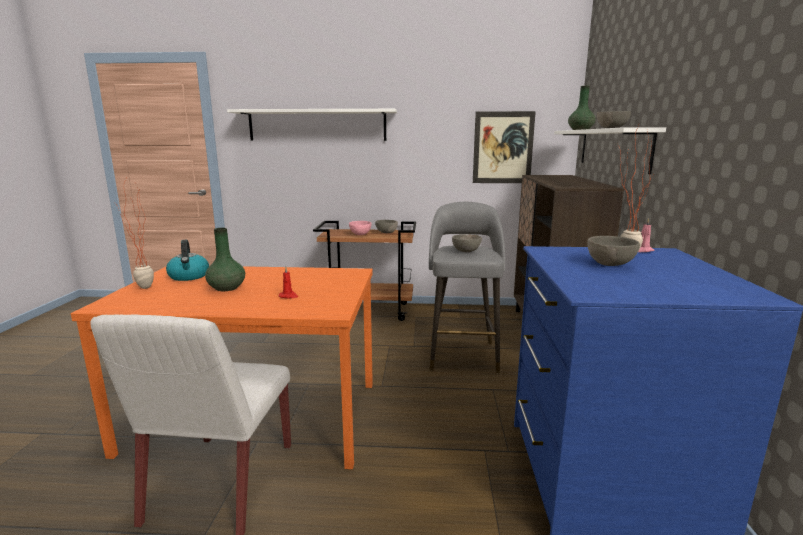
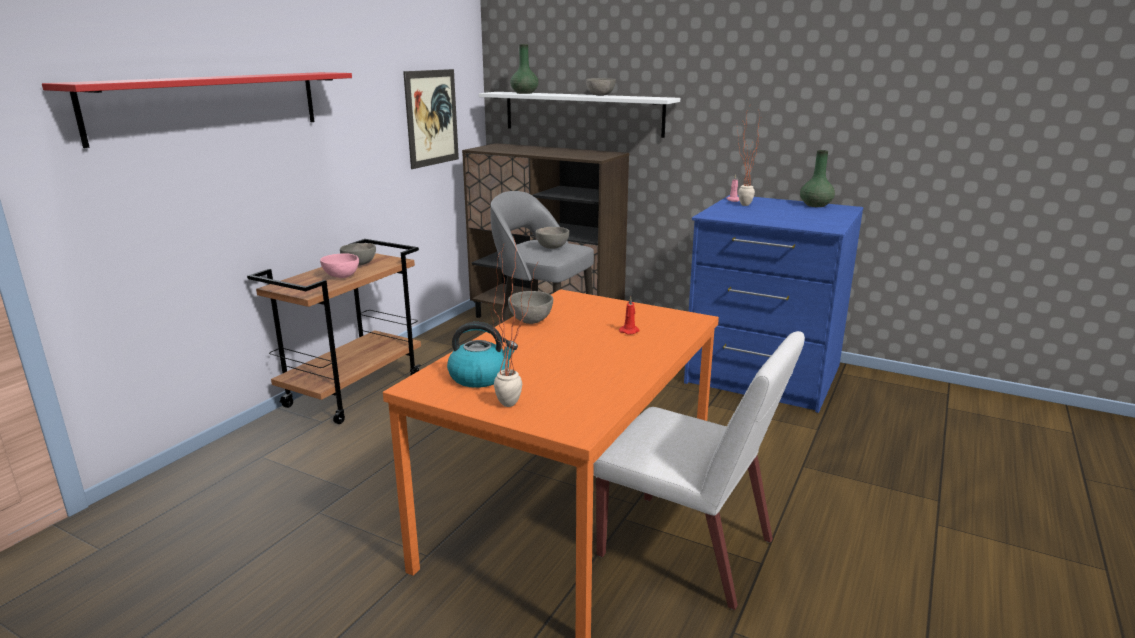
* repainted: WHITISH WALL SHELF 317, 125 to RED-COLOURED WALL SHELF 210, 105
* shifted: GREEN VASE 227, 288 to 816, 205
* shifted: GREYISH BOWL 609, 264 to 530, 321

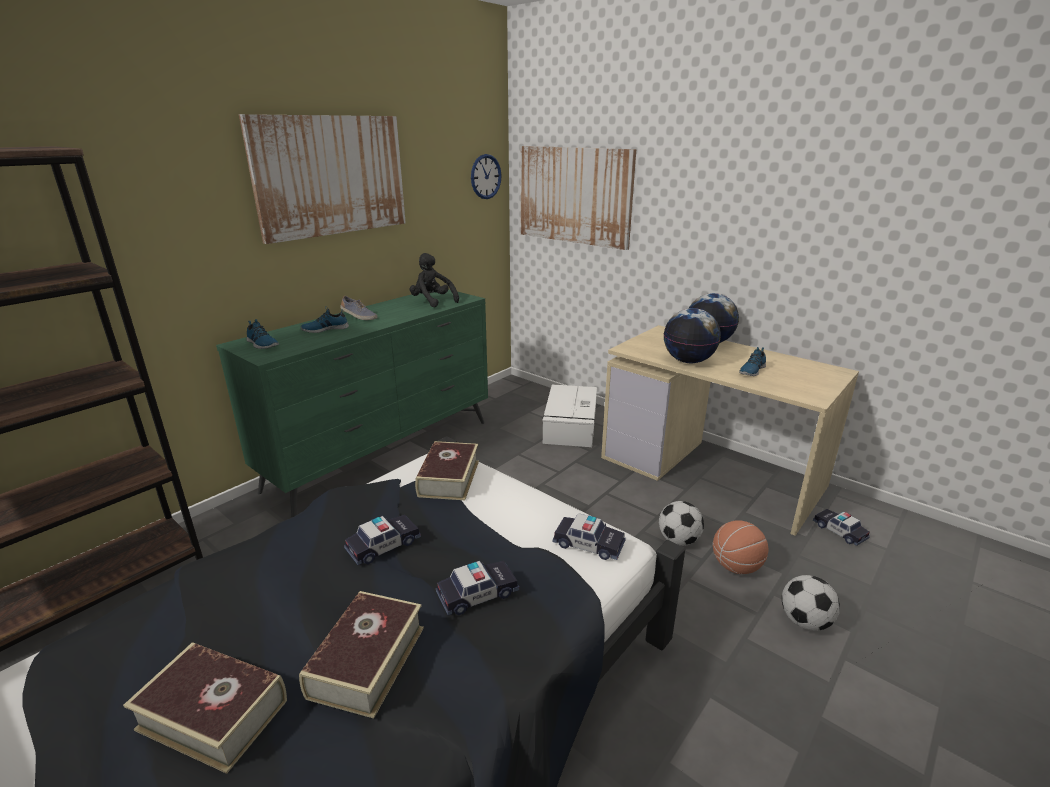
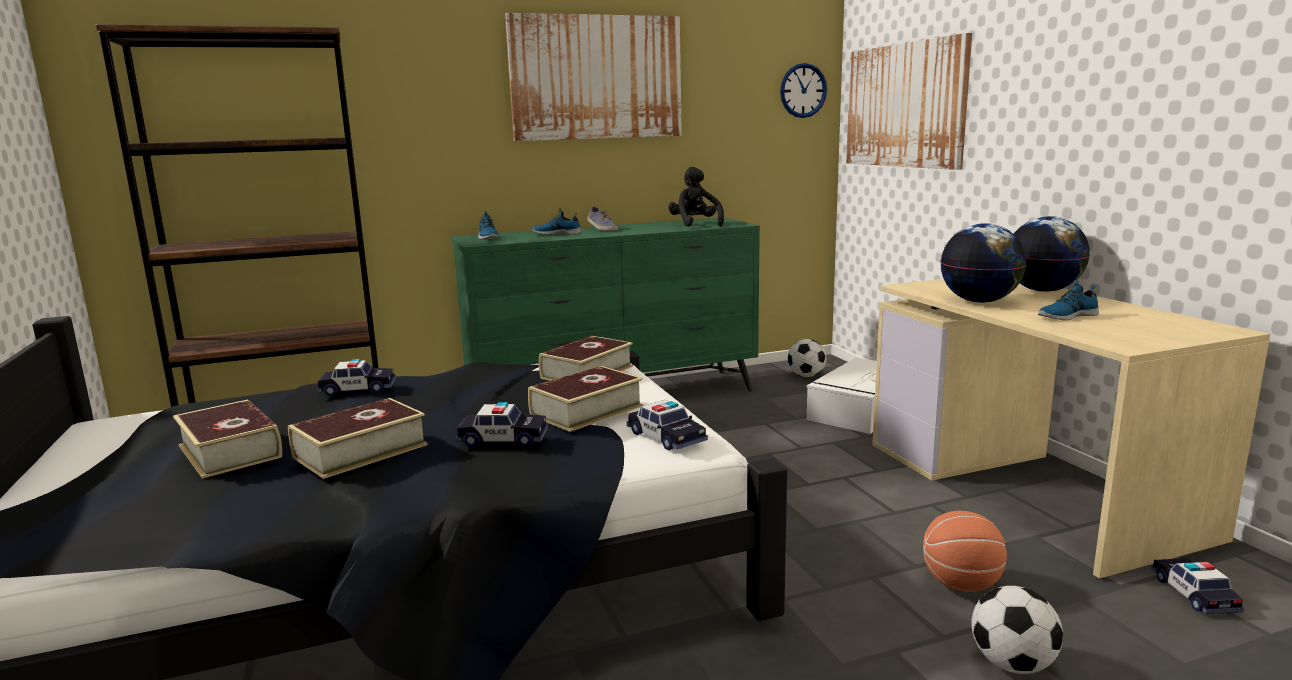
* shifted: BALL FOR FOOTBALL 678, 540 to 806, 376
* shifted: MINIATURE CAR 383, 545 to 358, 389
* new: BOOK 586, 410

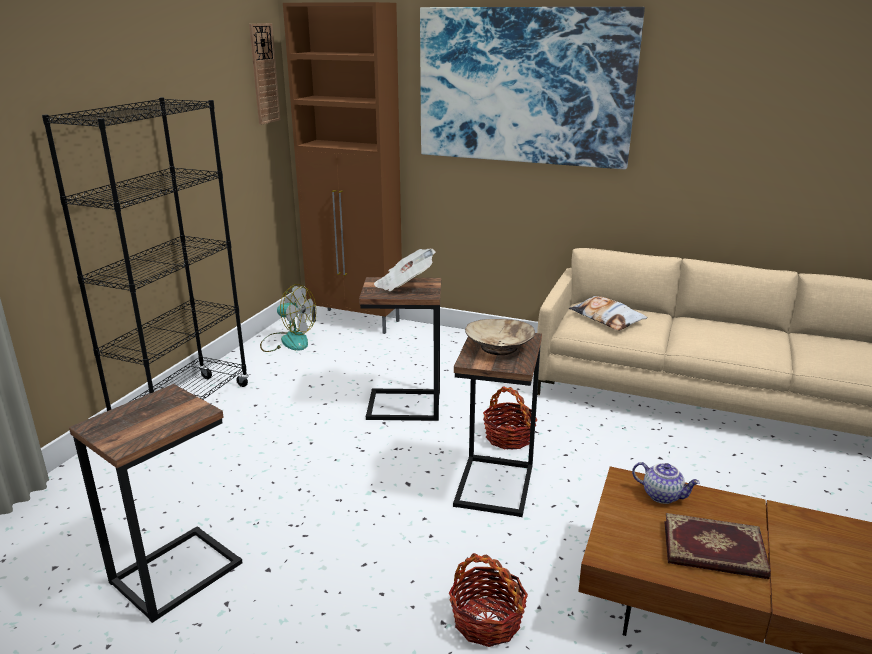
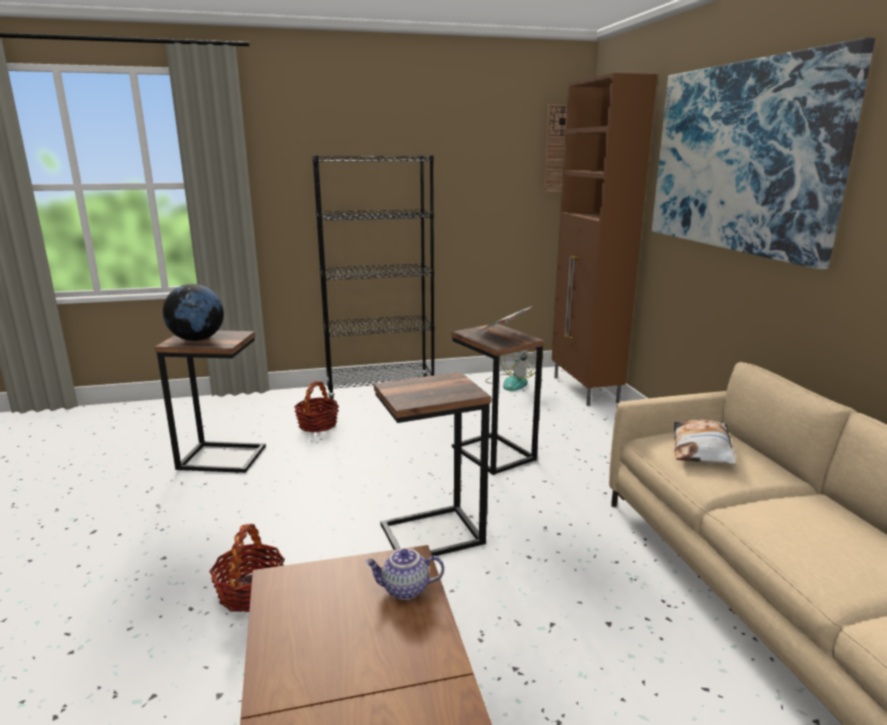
* gone: SAND-COLOURED BOWL 499, 347
* shifted: STORAGE BASKET 508, 437 to 317, 424
* rotated: TEAPOT 662, 495 = 405, 590 90 degrees clockwise
* gone: BOOK 713, 551
* new: WORLD GLOBE 197, 339

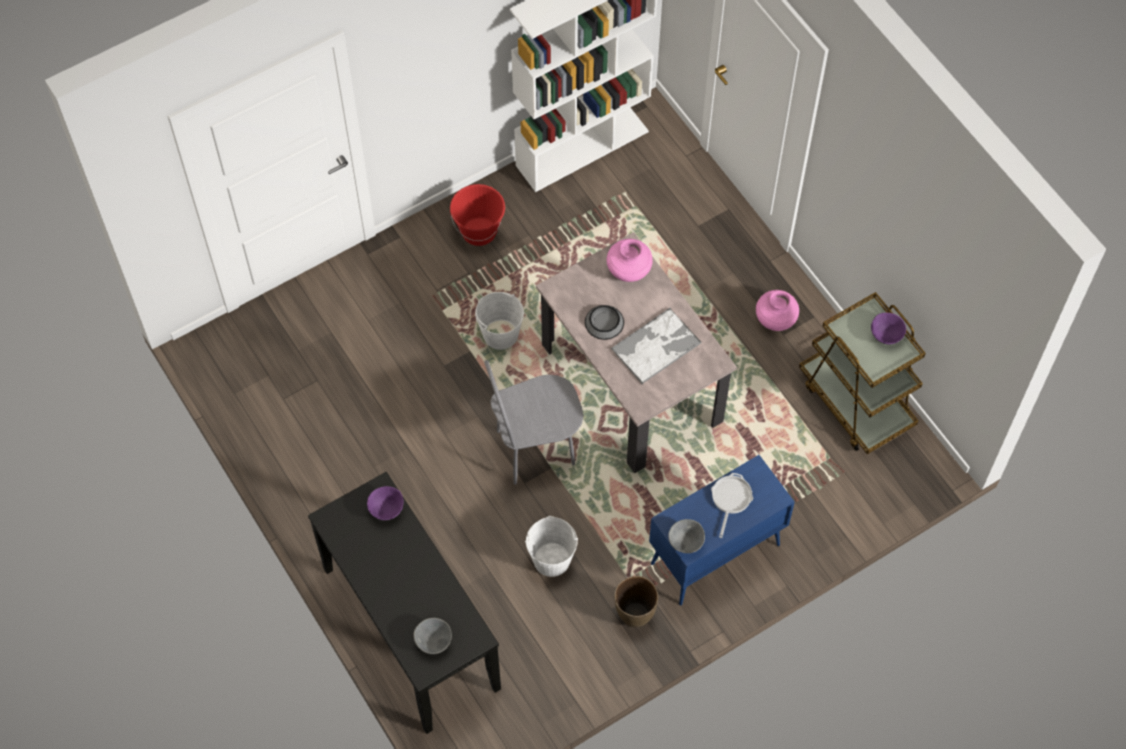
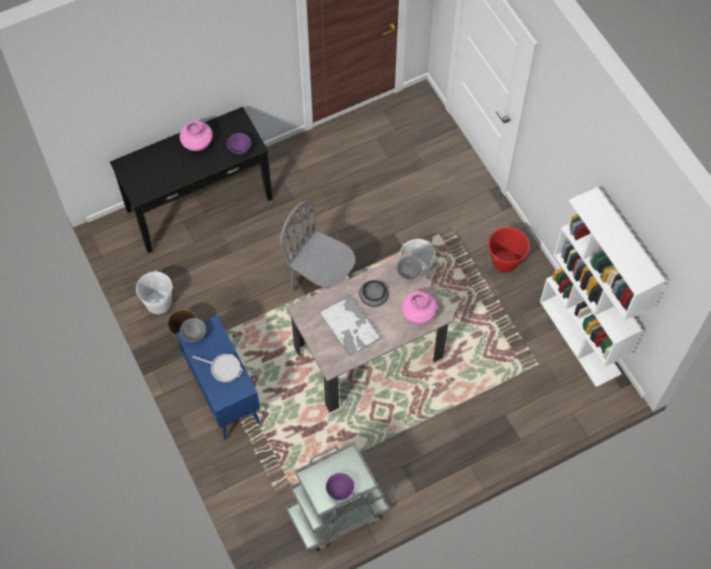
* shifted: PINK VASE 775, 319 to 197, 143
* repainted: BROWN-COLOURED TROLLEY 856, 402 to GREYISH TROLLEY 337, 513
* rotated: GREYISH UPRIGHT CHAIR 535, 448 = 321, 286 45 degrees counterclockwise
* shifted: WHITISH BUCKET 551, 559 to 158, 302
* shifted: GREYISH BOWL 433, 642 to 408, 273

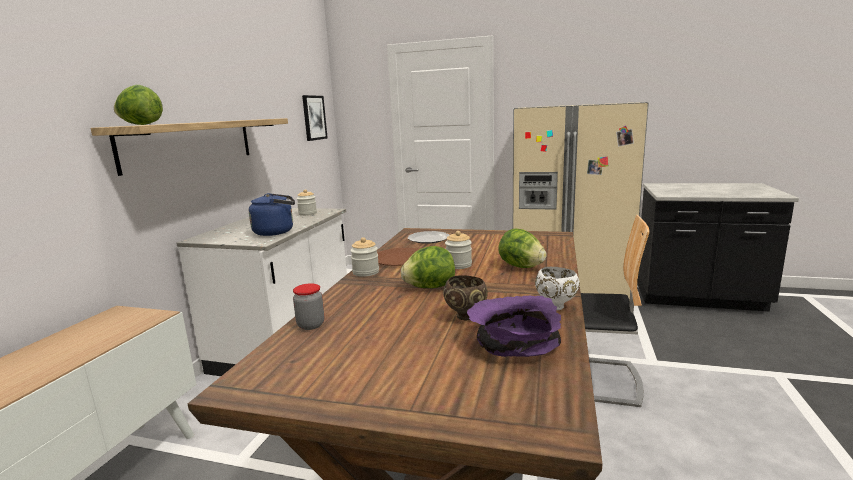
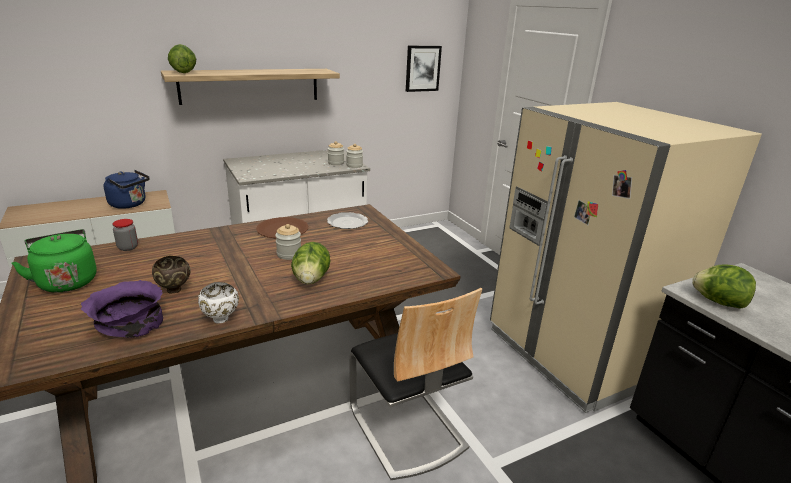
* shifted: BLUE KETTLE 276, 232 to 130, 204
* shifted: STORAGE JAR 365, 272 to 354, 165
* shifted: LETTUCE HEAD 429, 287 to 718, 302
* new: GREEN KETTLE 66, 281

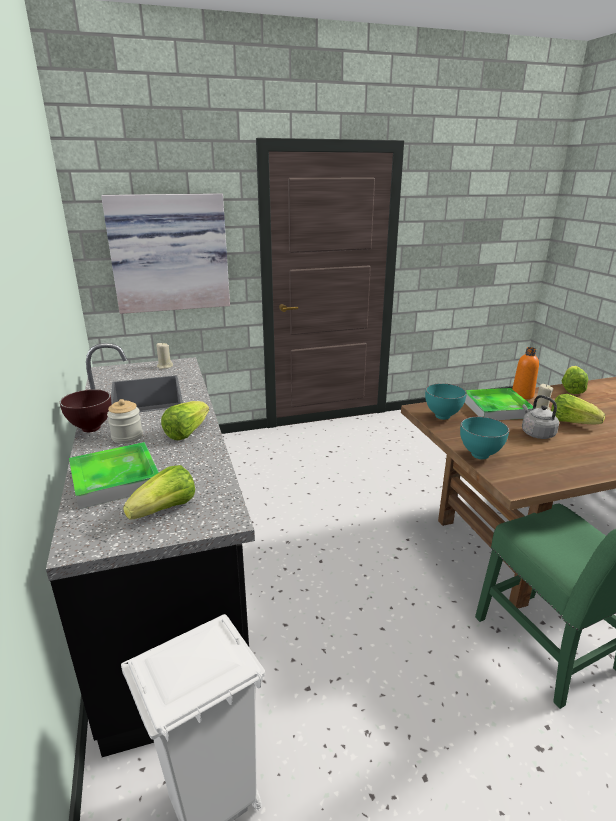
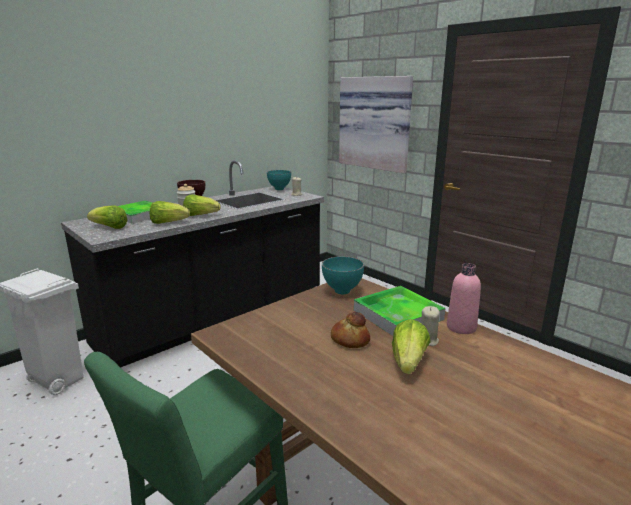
* repainted: ORANGE-COLOURED BOTTLE 522, 395 to PINK BOTTLE 461, 327
* shifted: LETTUCE HEAD 571, 389 to 168, 223
* swapped: GREYISH KETTLE 536, 433 to BREAD 350, 340
* shifted: BLUE-GREEN BOWL 479, 455 to 279, 189

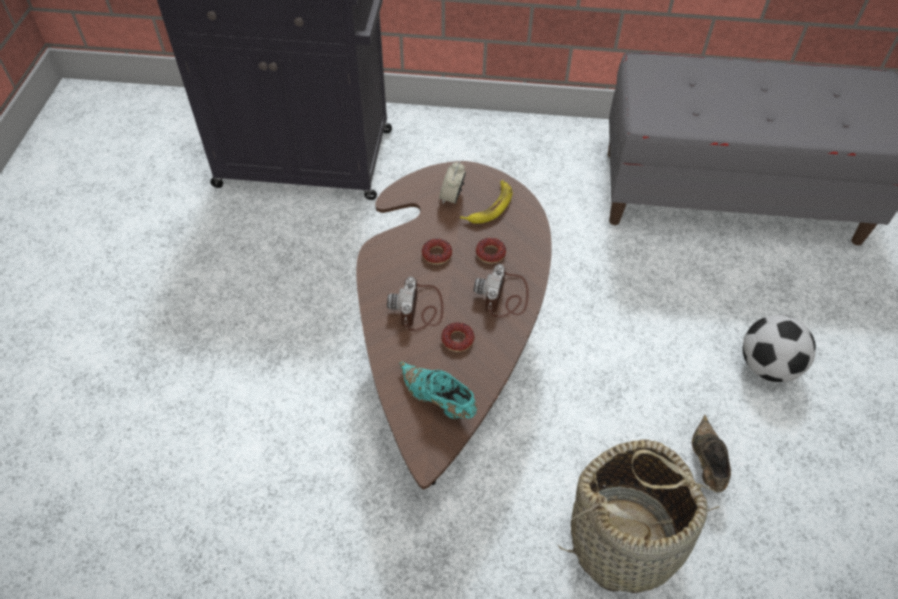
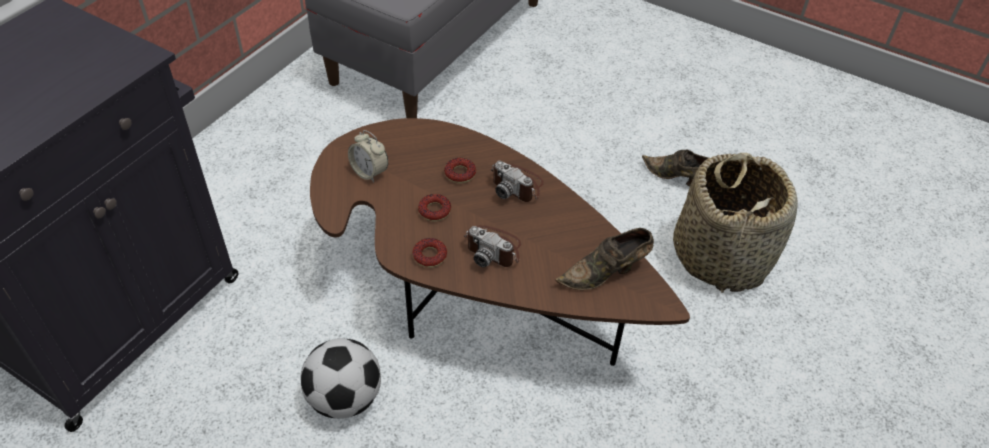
* gone: WHOLE BANANA 490, 206
* shifted: BALL FOR FOOTBALL 767, 366 to 345, 398
* shifted: RING DOUGHNUT 457, 340 to 430, 256
* repainted: BLUE-GREEN LOW SHOE 438, 401 to BROWN-COLOURED LOW SHOE 606, 274

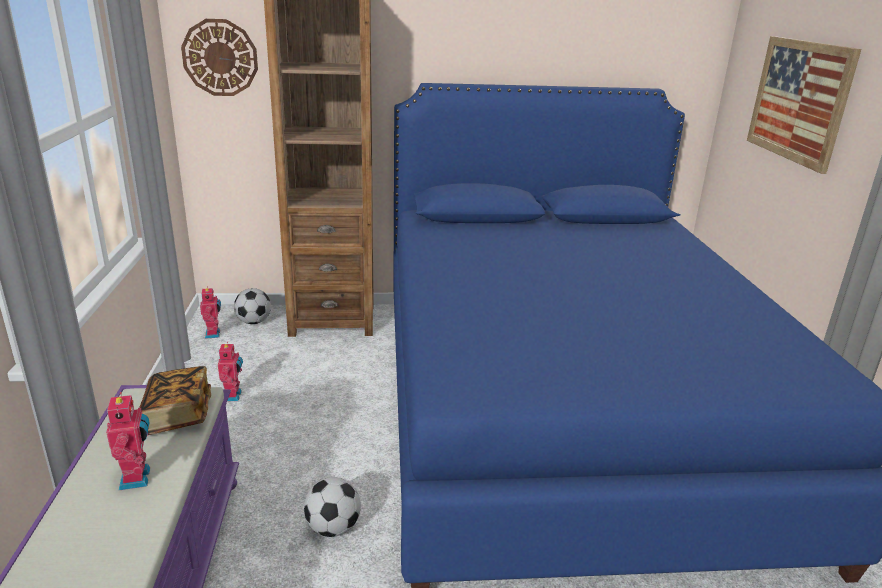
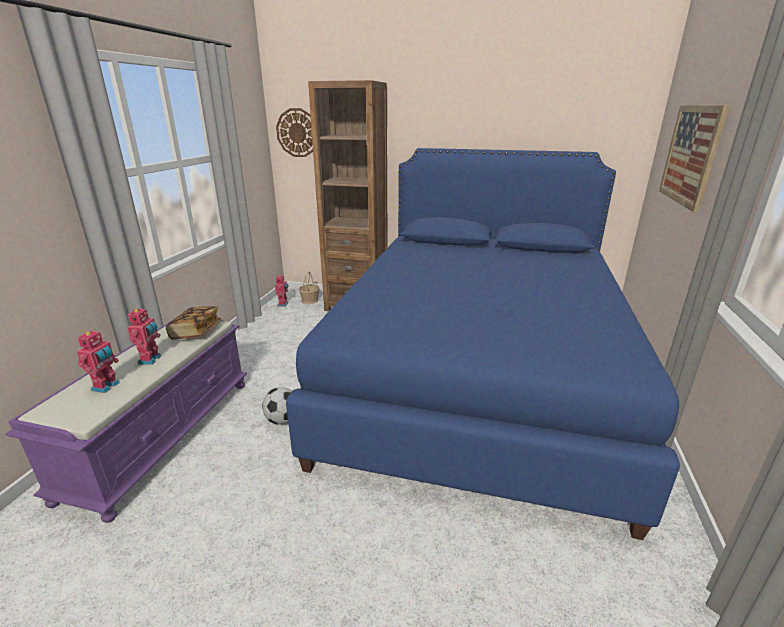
* swapped: BALL FOR FOOTBALL 254, 322 to STORAGE BASKET 310, 300
* shifted: TOY ROBOT 233, 396 to 107, 387

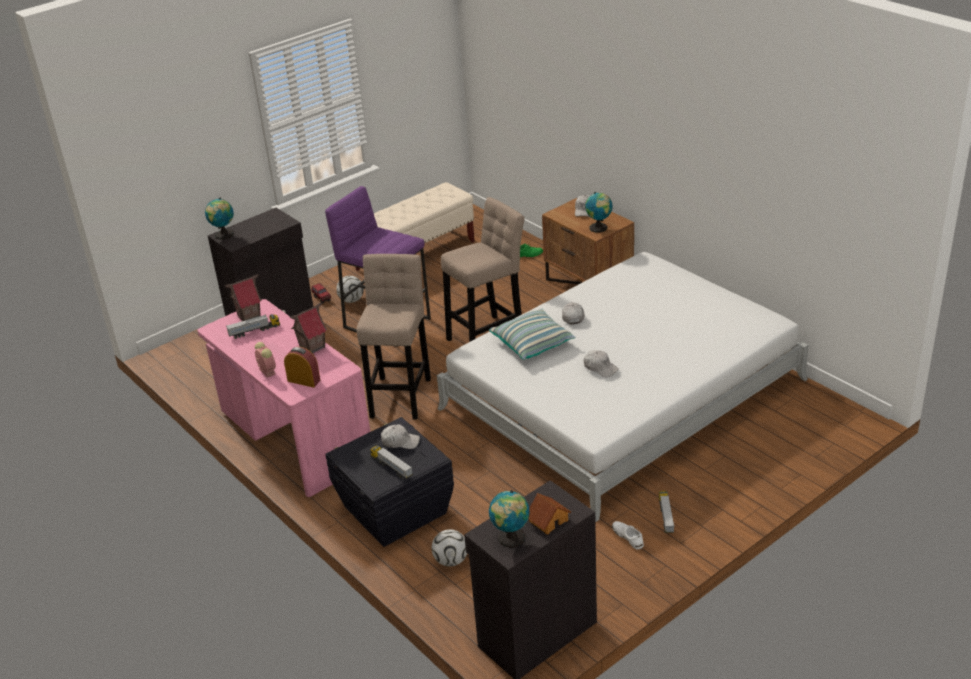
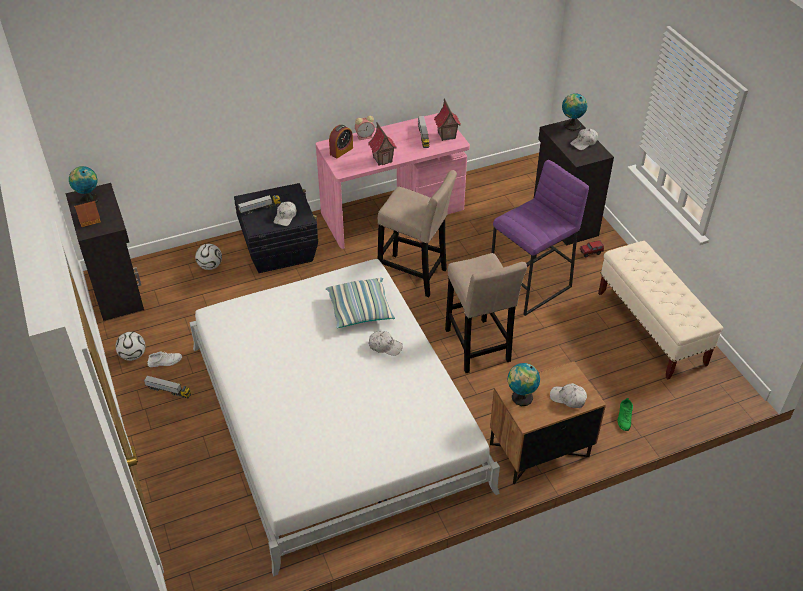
* shifted: BALL FOR FOOTBALL 351, 300 to 133, 355
* shifted: WHITISH PEAKED CAP 600, 368 to 584, 143

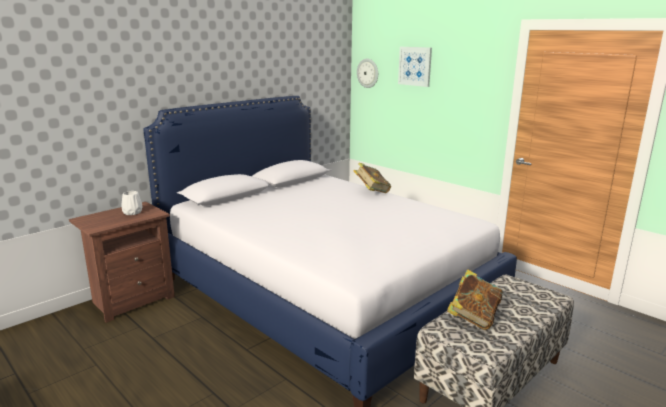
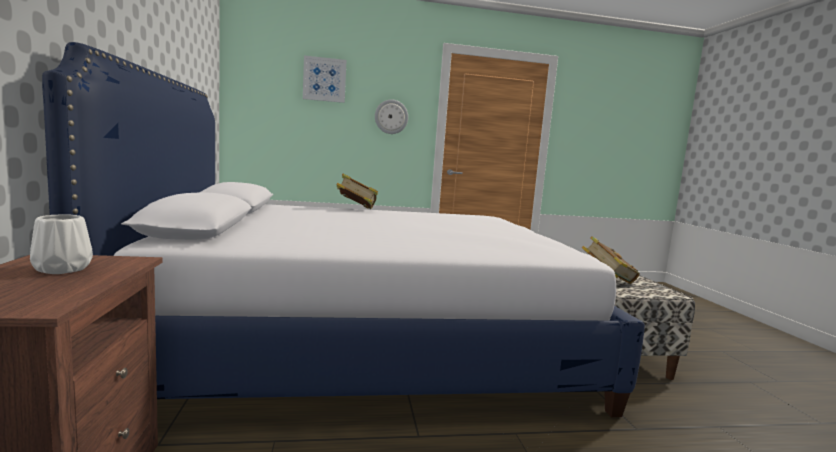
* shifted: WALL CLOCK 368, 73 to 391, 117

